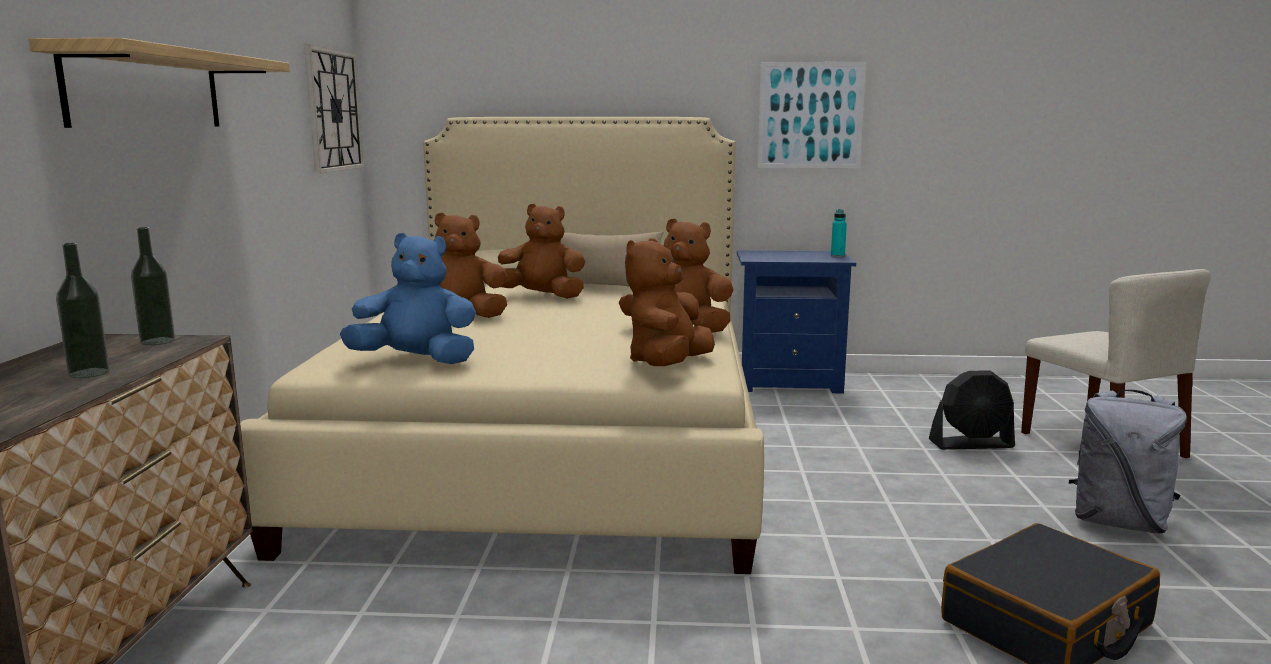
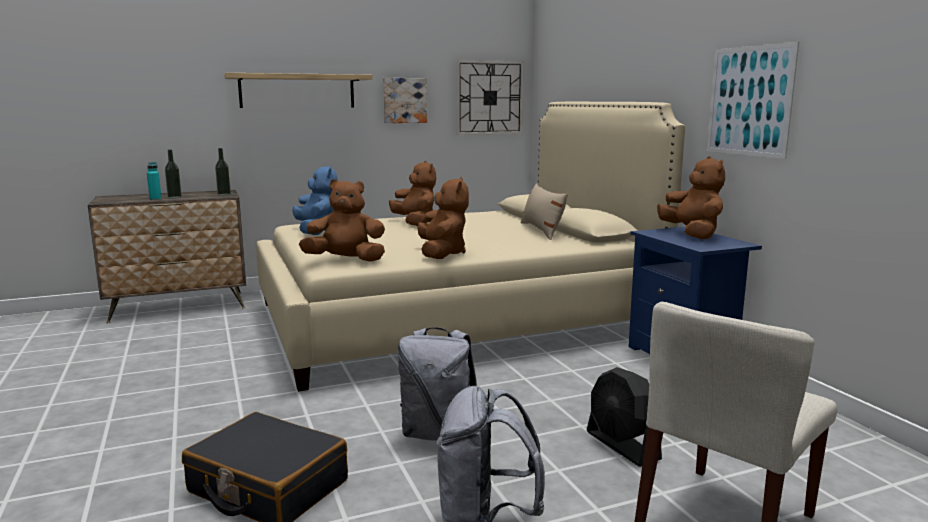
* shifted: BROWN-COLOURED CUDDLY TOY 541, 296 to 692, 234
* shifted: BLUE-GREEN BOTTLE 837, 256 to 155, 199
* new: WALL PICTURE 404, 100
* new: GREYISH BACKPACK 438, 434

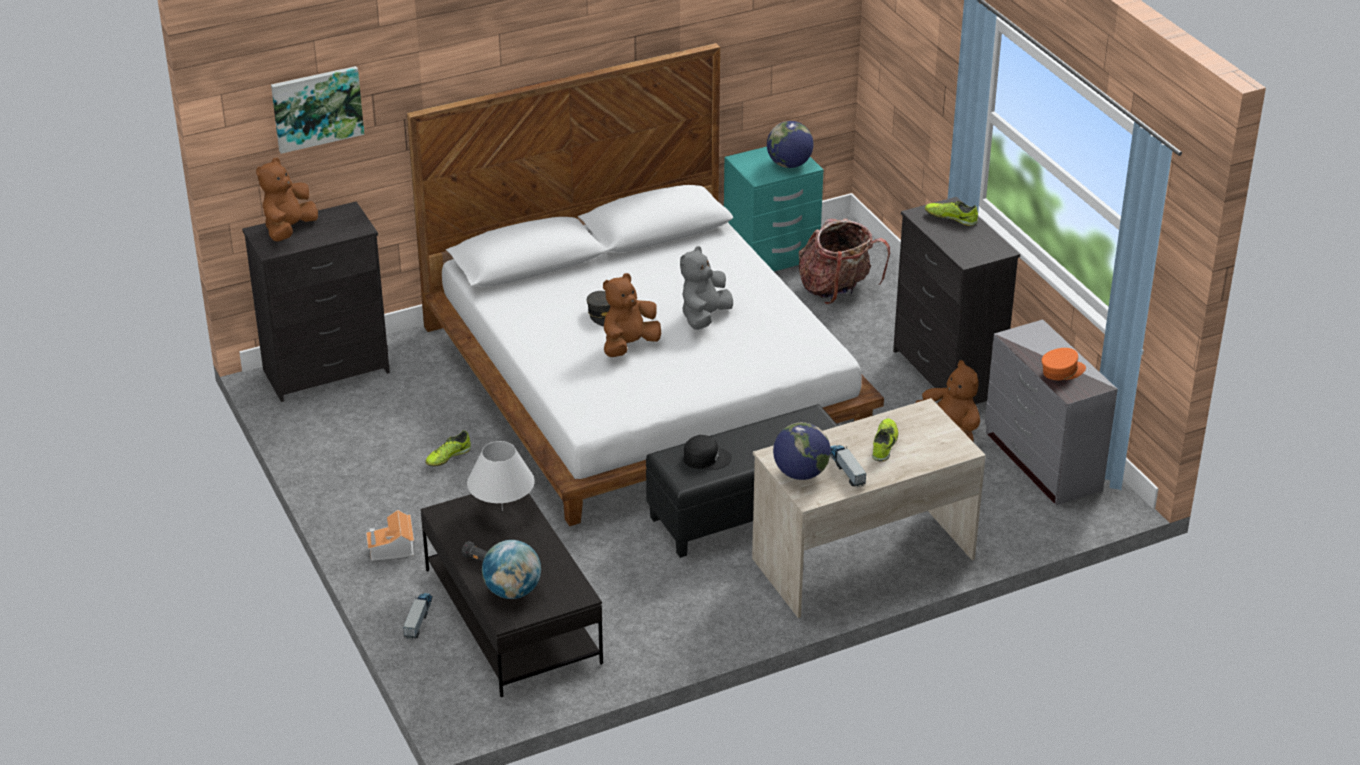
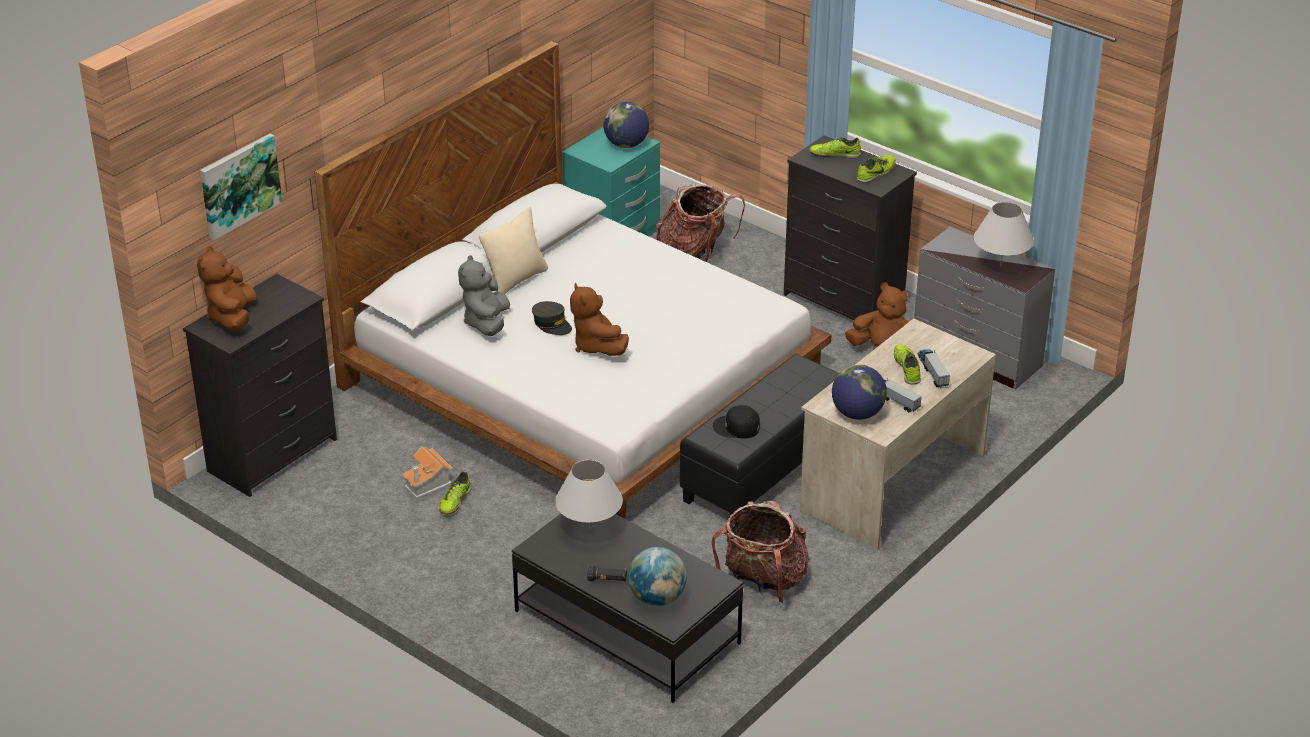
* shifted: GREYISH CUDDLY TOY 704, 317 to 486, 323
* rotated: BROWN-COLOURED CUDDLY TOY 629, 345 = 596, 346 45 degrees counterclockwise
* swapped: ORANGE-COLOURED PEAKED CAP 1062, 371 to WHITISH LAMP FOR A TABLE 1000, 266
* rotated: BLACK-COLOURED PEAKED CAP 706, 457 = 737, 427 150 degrees counterclockwise
* shifted: MINIATURE HOUSE 392, 548 to 427, 482
* shifted: MODEL TRUCK 419, 619 to 932, 371
* new: LOW SHOE 876, 173
* new: SAND-COLOURED CUSHION 516, 279
* new: BACKPACK 763, 581

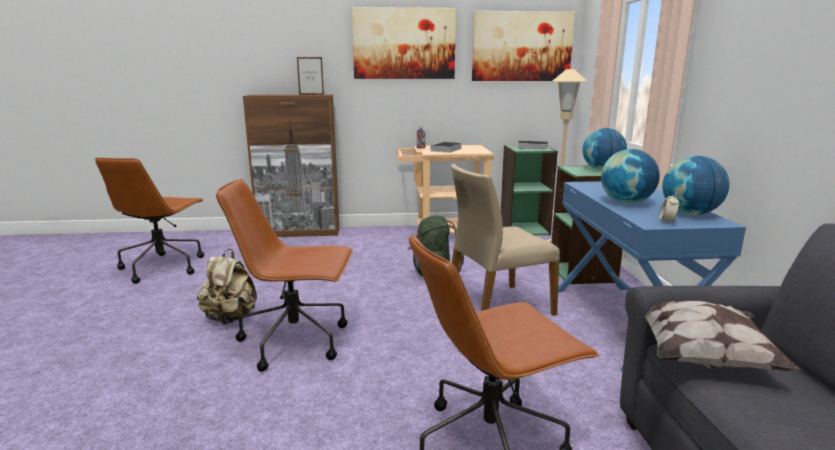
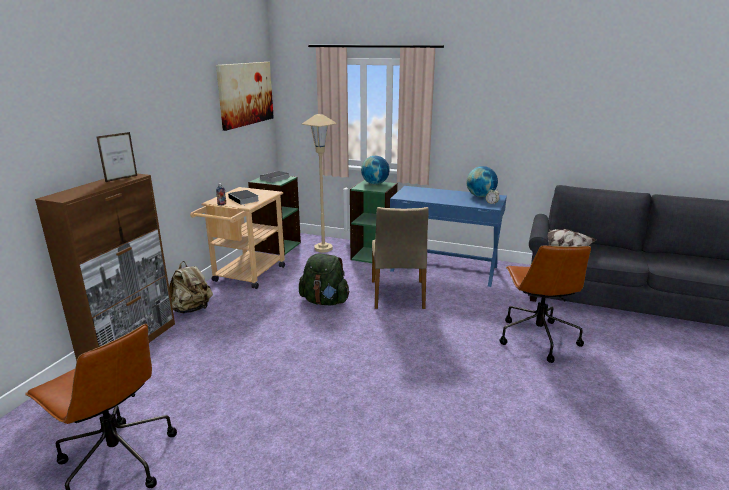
* gone: WALL PICTURE 404, 43
* gone: WORLD GLOBE 626, 202
* gone: BROWN-COLOURED COMPUTER CHAIR 297, 341
* shifted: SAND-COLOURED BACKPACK 230, 318 to 192, 309

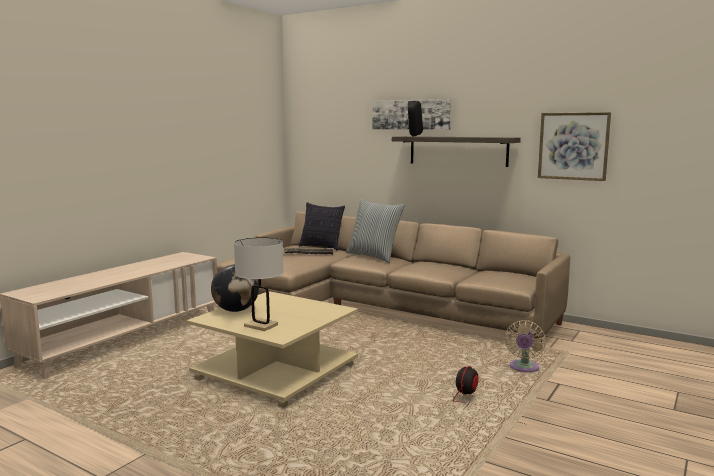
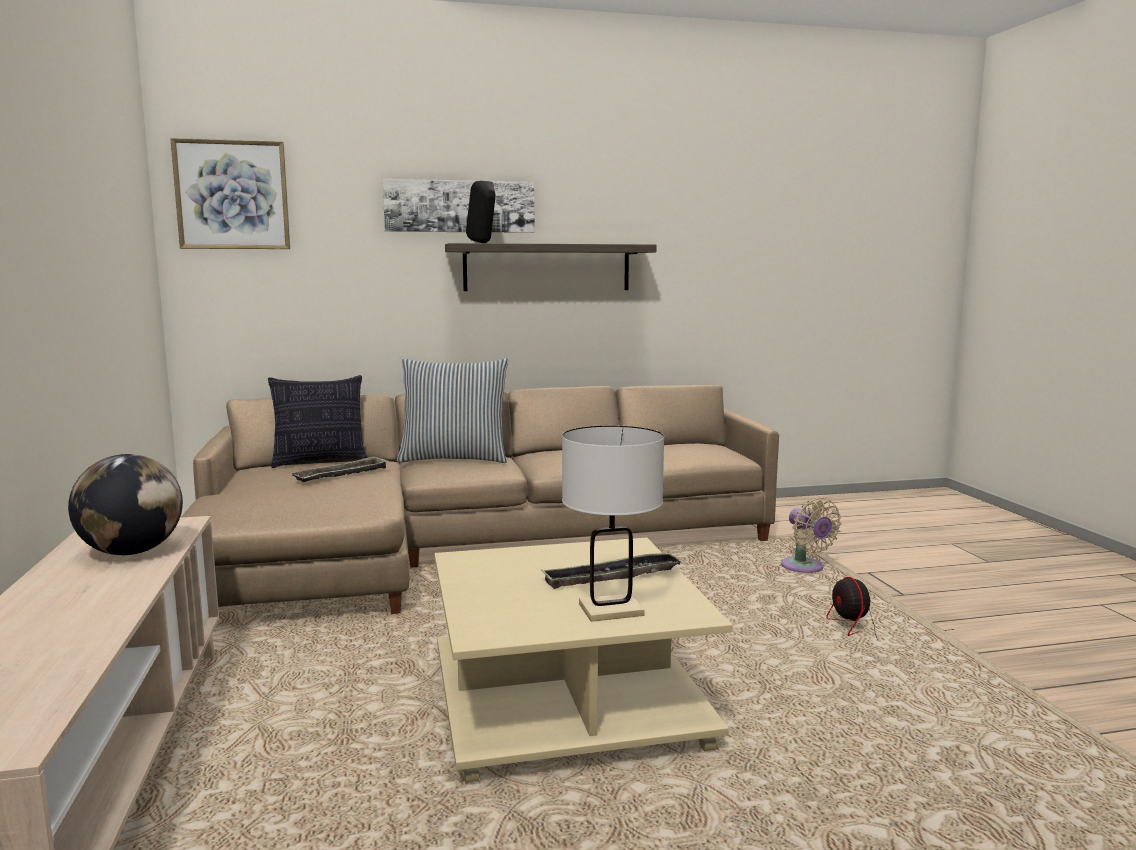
* shifted: WALL PICTURE 573, 146 to 232, 195
* shifted: WORLD GLOBE 236, 310 to 132, 552
* new: CARRYING TRAY 612, 577

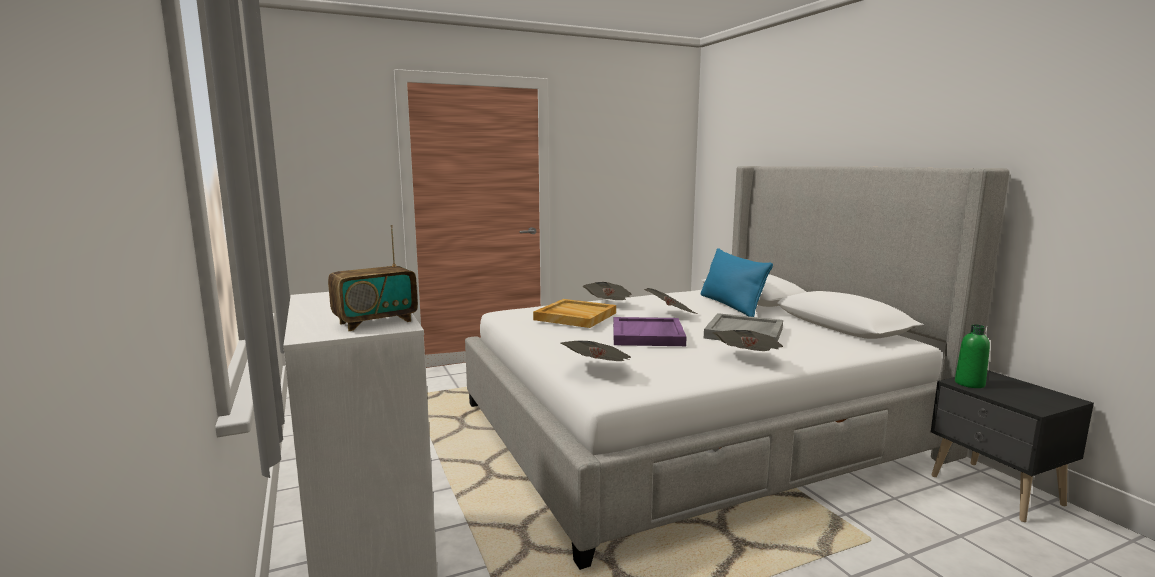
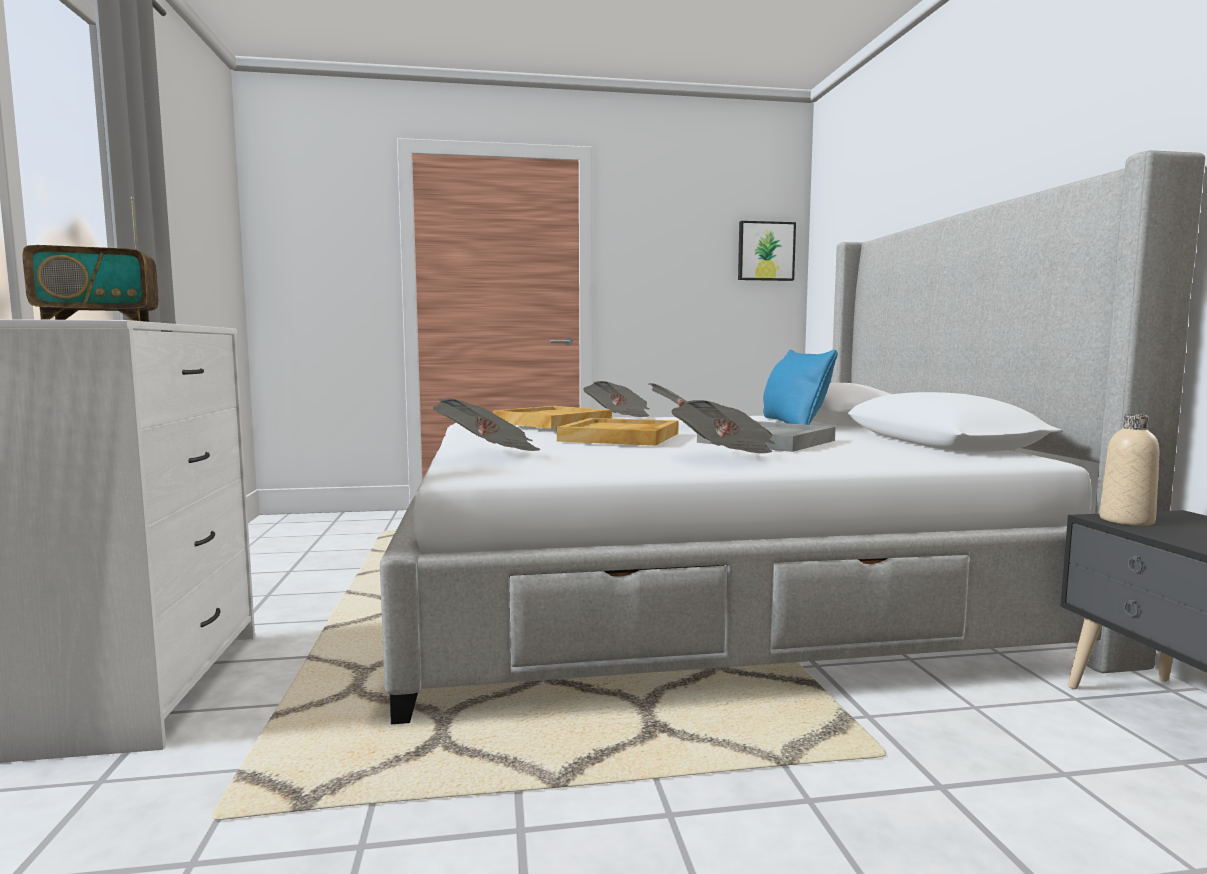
* repainted: PURPLISH CARRYING TRAY 648, 335 to SAND-COLOURED CARRYING TRAY 620, 437
* repainted: GREEN BOTTLE 969, 384 to SAND-COLOURED BOTTLE 1126, 520
* new: WALL PICTURE 765, 251

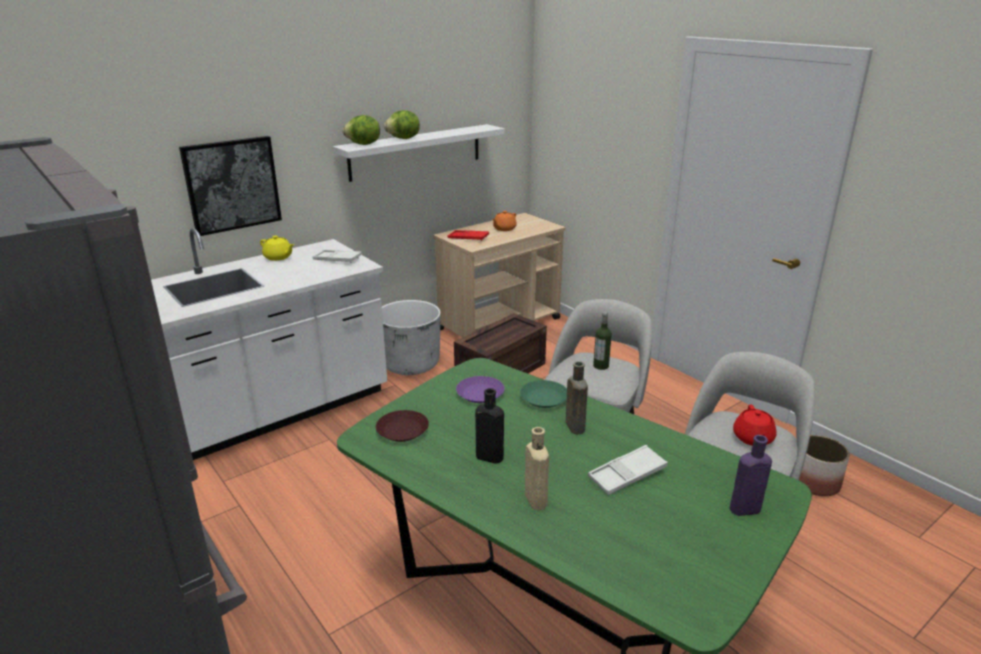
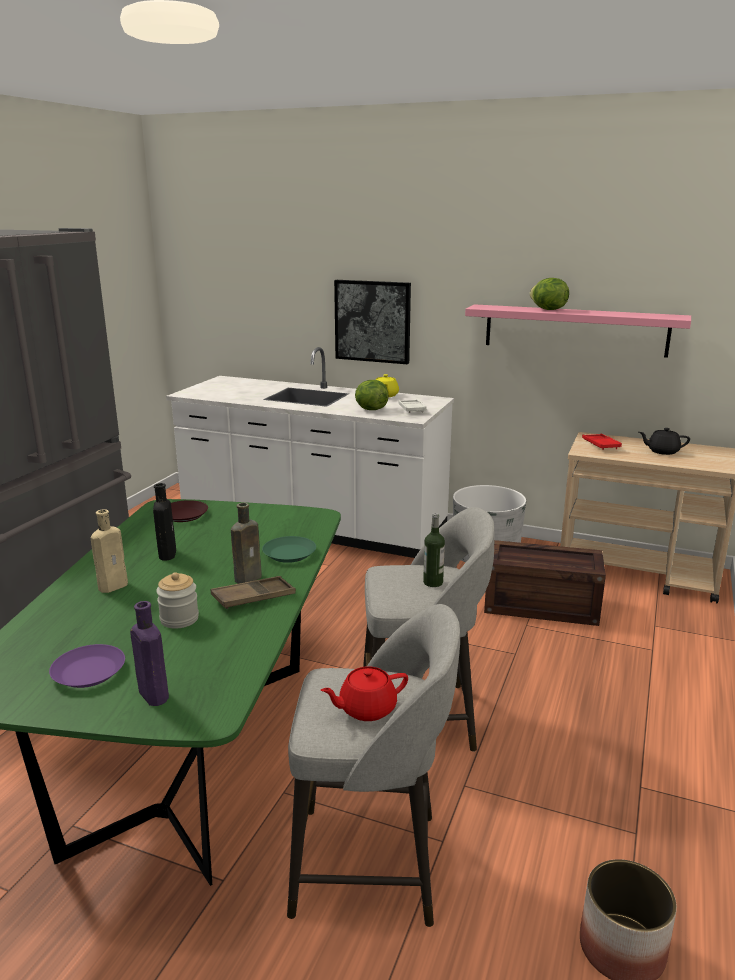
* shifted: LETTUCE HEAD 363, 144 to 370, 409
* repainted: WHITISH WALL SHELF 416, 152 to PINK WALL SHELF 575, 330
* repainted: ORANGE-COLOURED TEAPOT 504, 229 to BLACK-COLOURED TEAPOT 662, 451
* shifted: PURPLISH DINNER PLATE 479, 394 to 88, 672
* swapped: WHITISH CARRYING TRAY 627, 474 to STORAGE JAR 179, 619
* new: BROWN-COLOURED CARRYING TRAY 253, 597

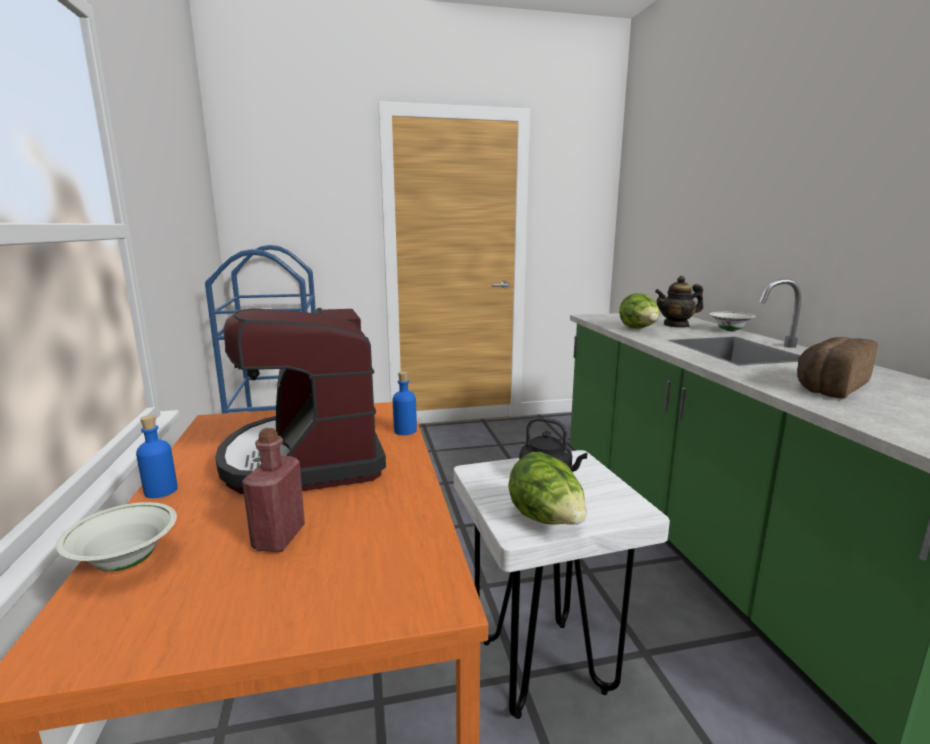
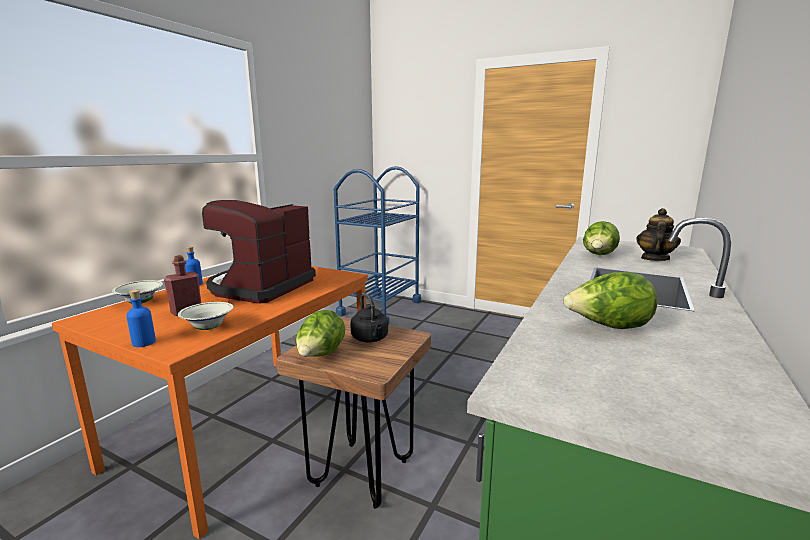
* rotated: TEAPOT 676, 325 = 654, 258 90 degrees clockwise
* shifted: WHITISH BOWL 730, 330 to 208, 328
* swapped: BREAD 828, 386 to LETTUCE HEAD 607, 327
* shifted: BLUE BOTTLE 405, 431 to 144, 342
* repainted: WHITISH STOOL 542, 666 to BROWN-COLOURED STOOL 362, 473

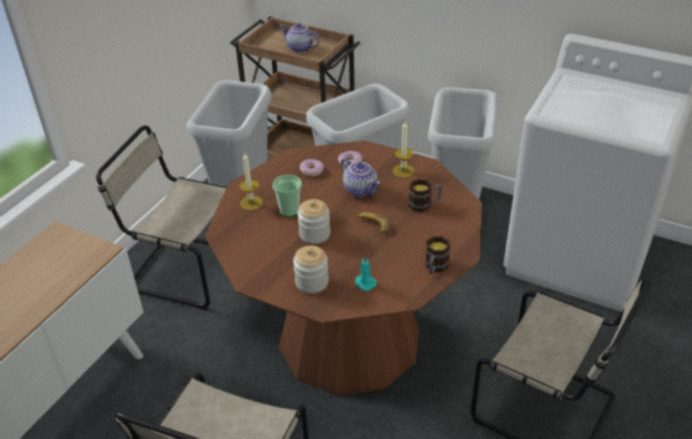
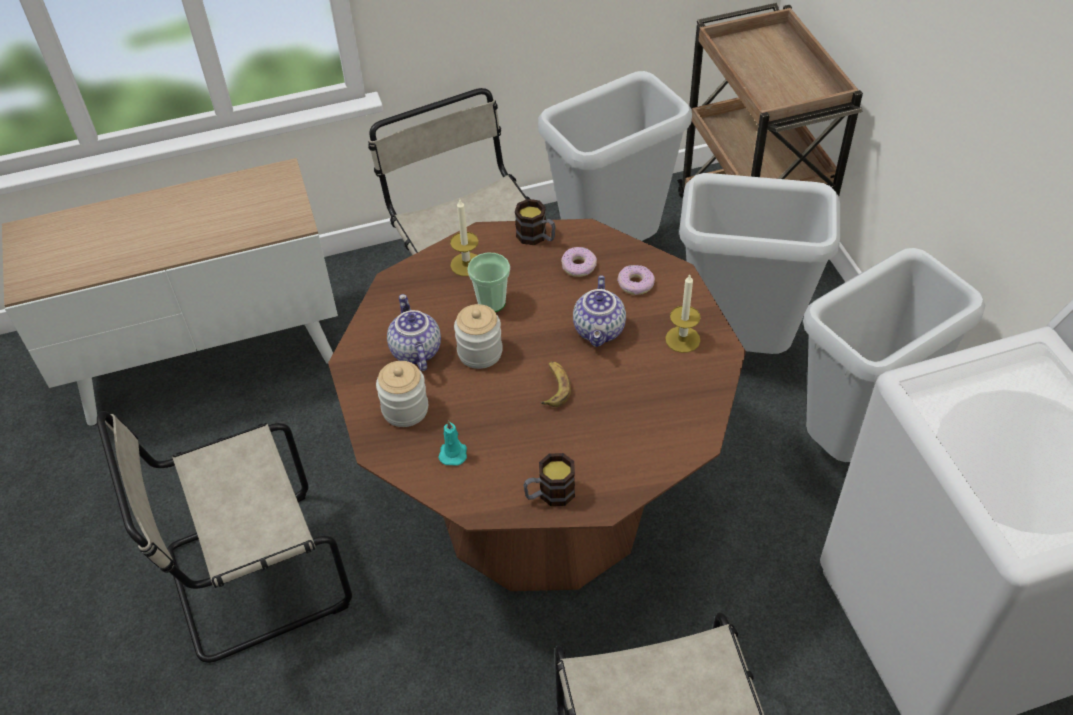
* shifted: TEAPOT 299, 48 to 414, 351
* shifted: COFFEE MUG 424, 204 to 536, 237

